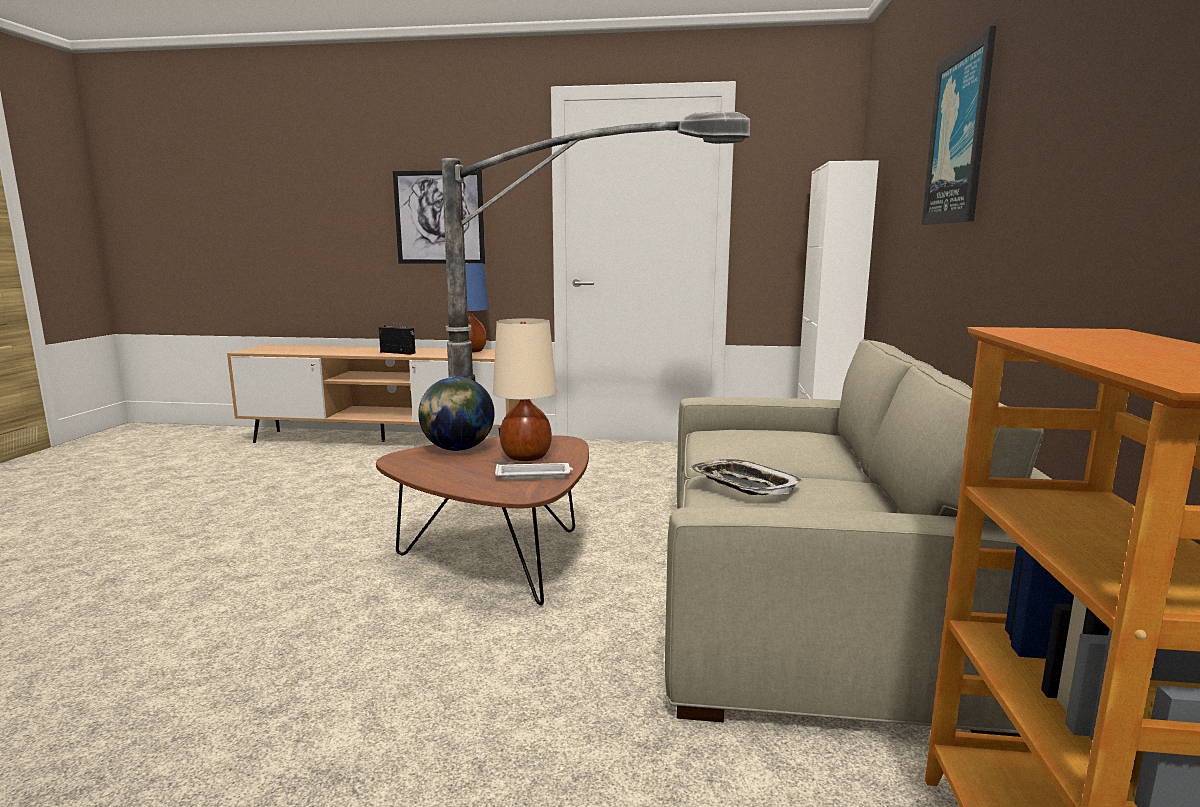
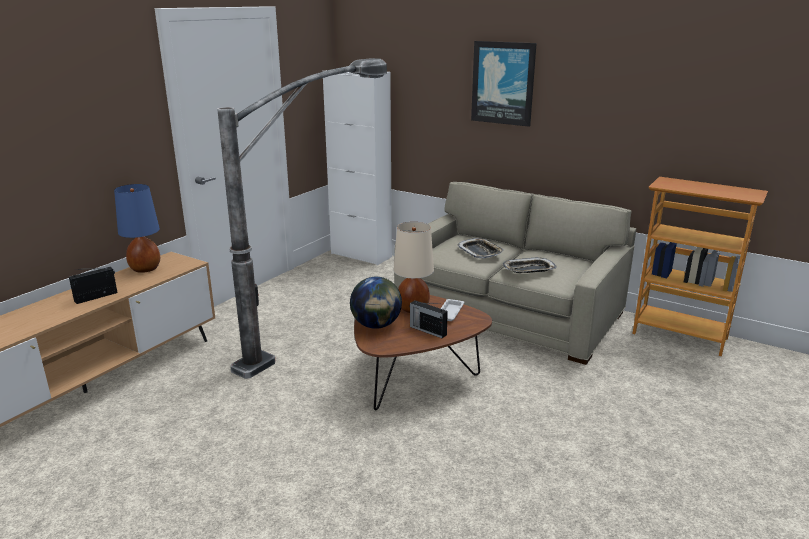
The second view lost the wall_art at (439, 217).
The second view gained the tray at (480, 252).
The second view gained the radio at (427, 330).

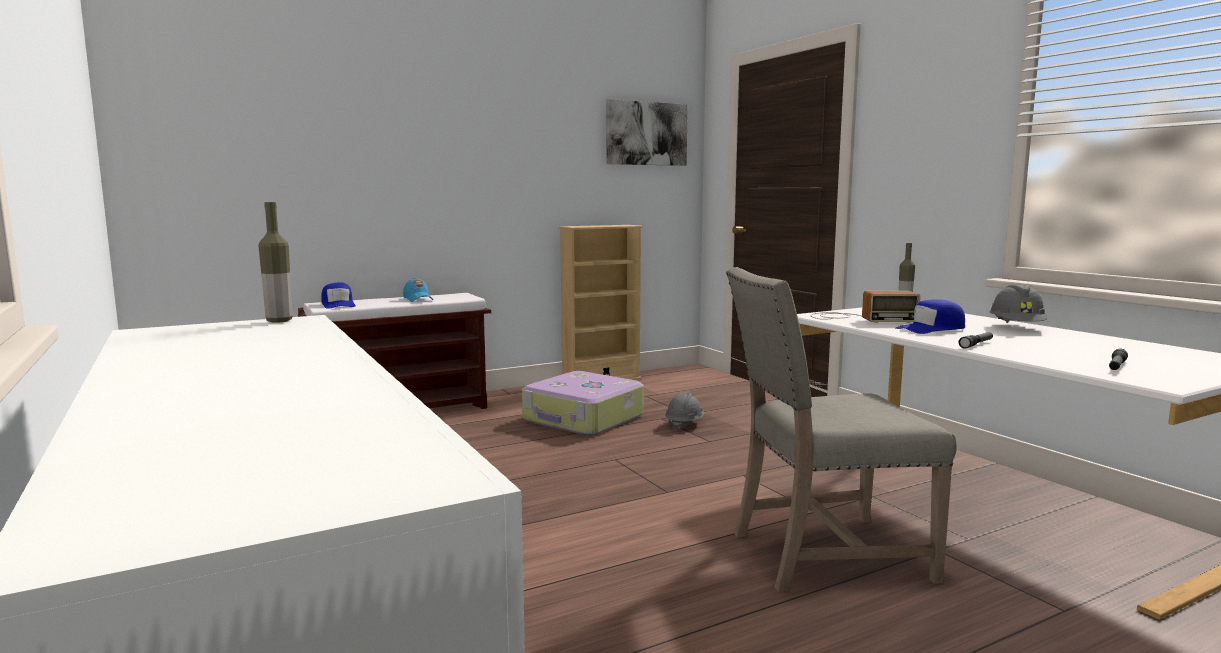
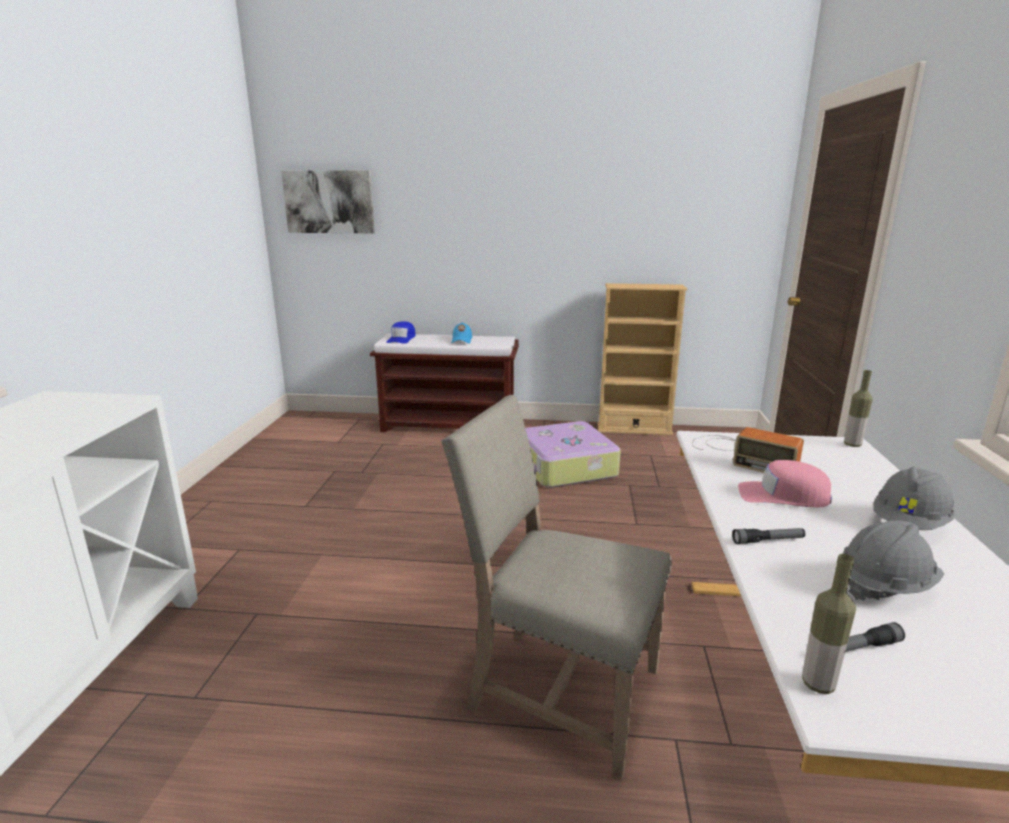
The wall_art ended up elsewhere, having gone from (646, 133) to (329, 202).
The beverage_bottle ended up elsewhere, having gone from (279, 321) to (818, 684).
What was the blue_cap at (931, 329) turned into the pink-coloured_cap at (782, 496).
The gray_work_helmet ended up elsewhere, having gone from (684, 424) to (884, 585).

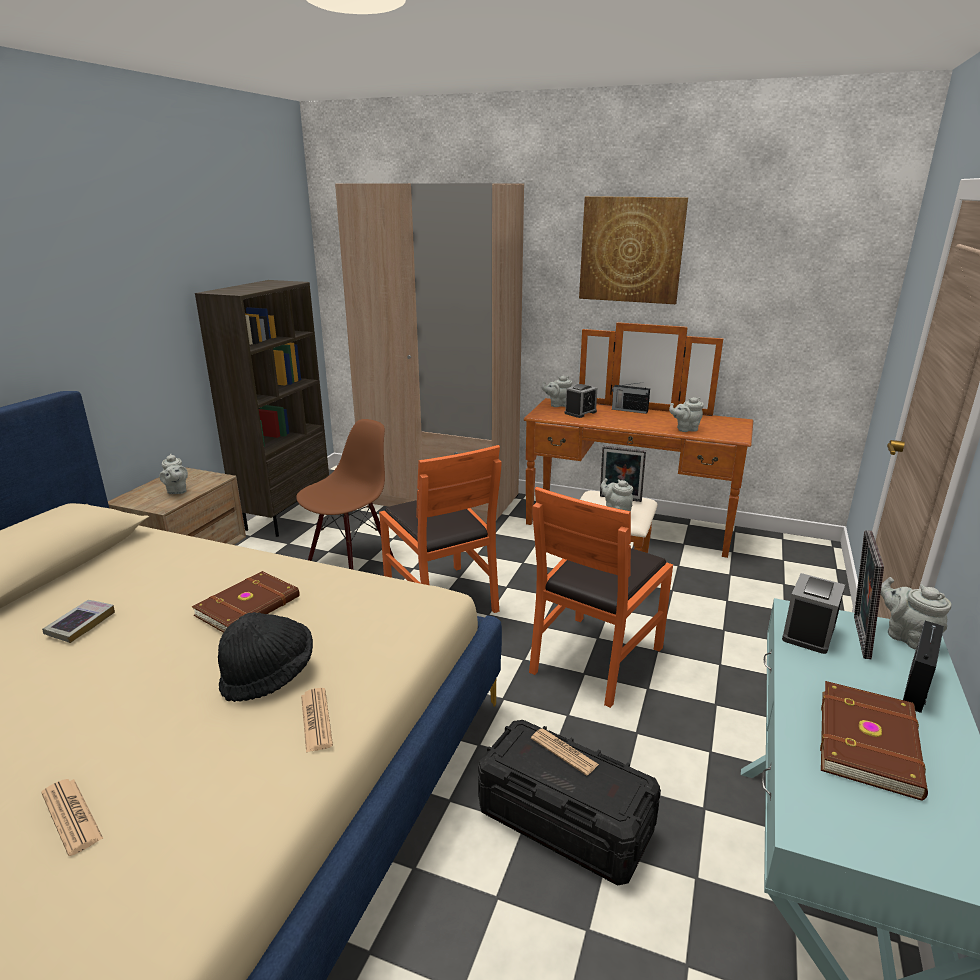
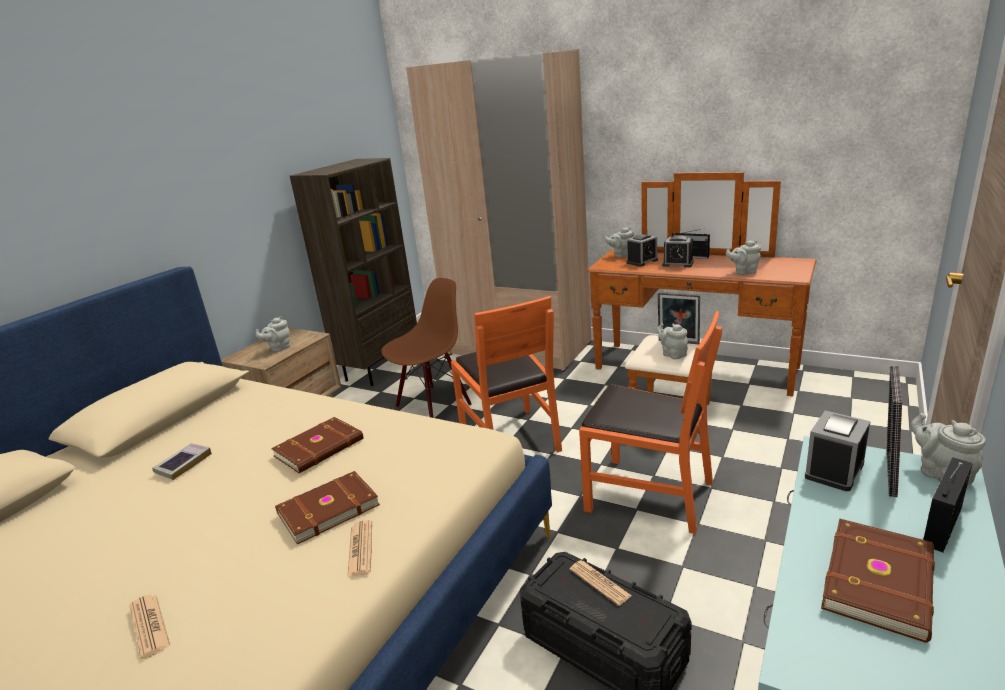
The second view lost the wall_art at (631, 250).
The gray_teapot at (176, 491) ended up facing another way, 60 degrees clockwise from before.
The orangey_upright_chair at (595, 658) ended up facing another way, 105 degrees counterclockwise from before.
Where the black-coloured_wearable_hat stood at (269, 676), the brown_bound_book came to stand at (327, 509).
The second view gained the bedside_clock at (678, 263).

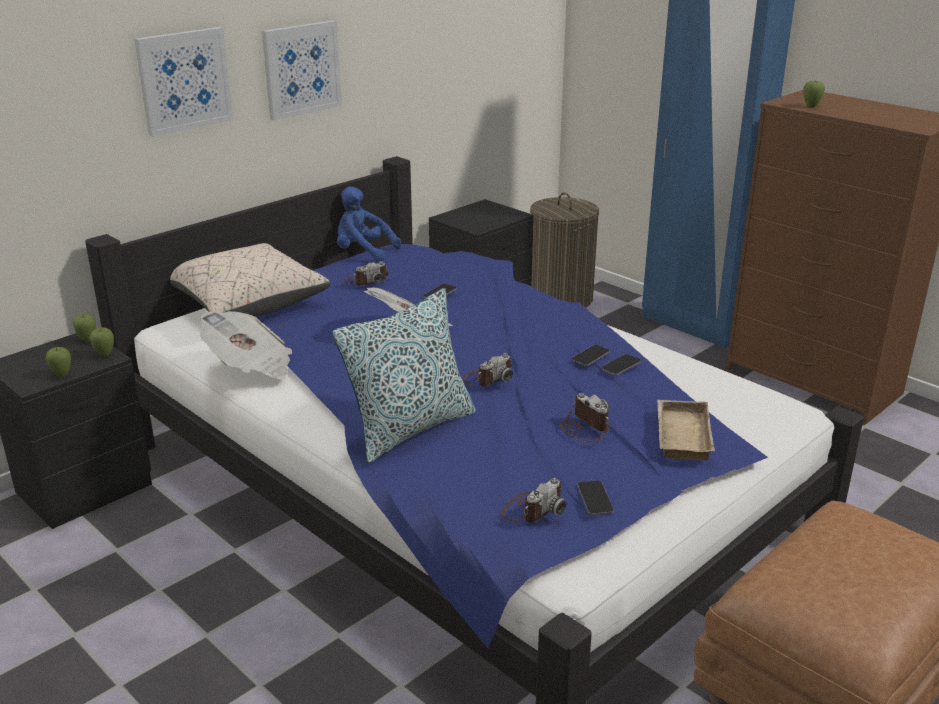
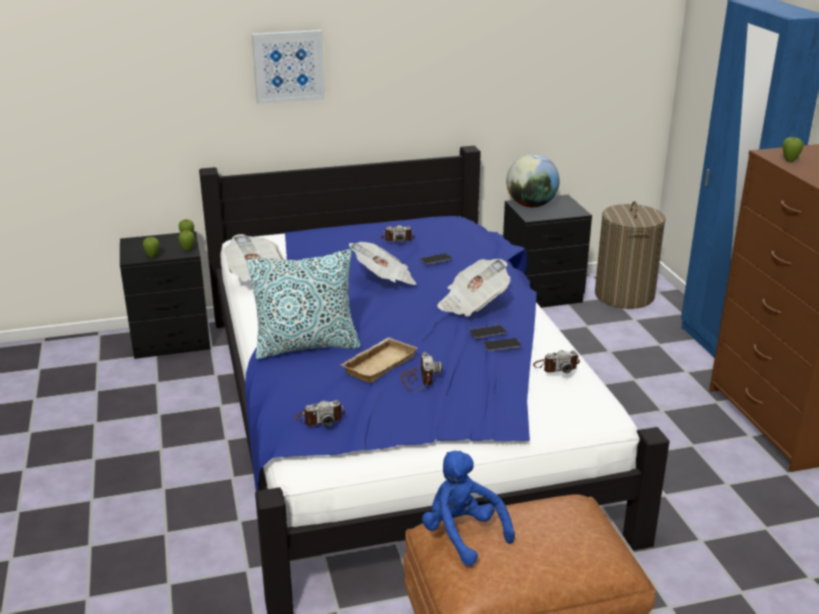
The second view lost the wall_art at (301, 69).
The blue_plush_toy ended up elsewhere, having gone from (363, 252) to (462, 534).
The second view lost the beige_pillow at (246, 302).
The photo_camera ended up elsewhere, having gone from (487, 378) to (556, 367).
The beige_tray ended up elsewhere, having gone from (680, 434) to (378, 363).
The second view lost the handset at (595, 499).
The second view gained the globe at (531, 205).
The second view gained the newspaper at (472, 304).

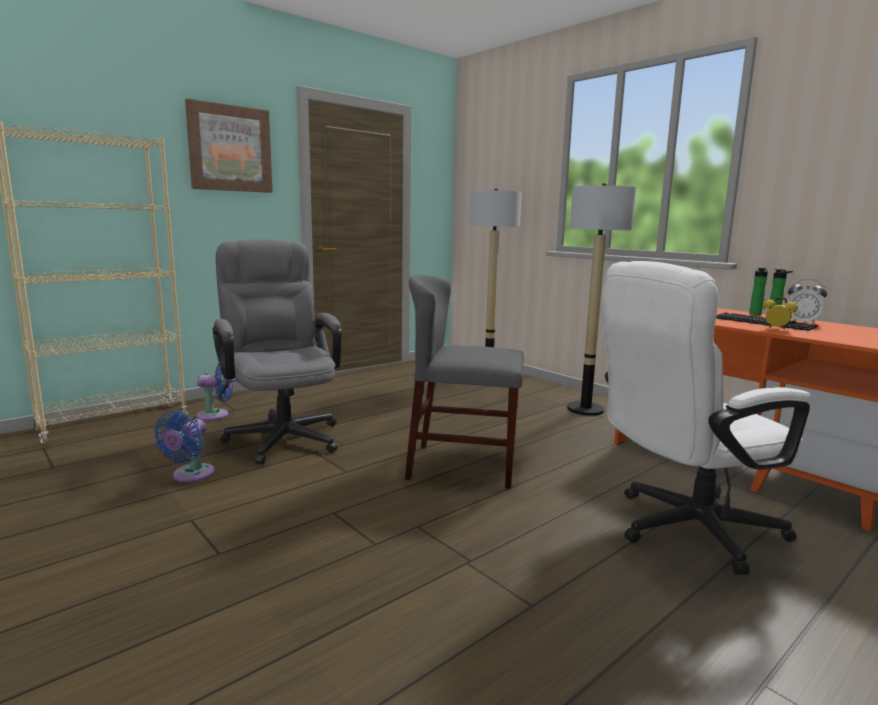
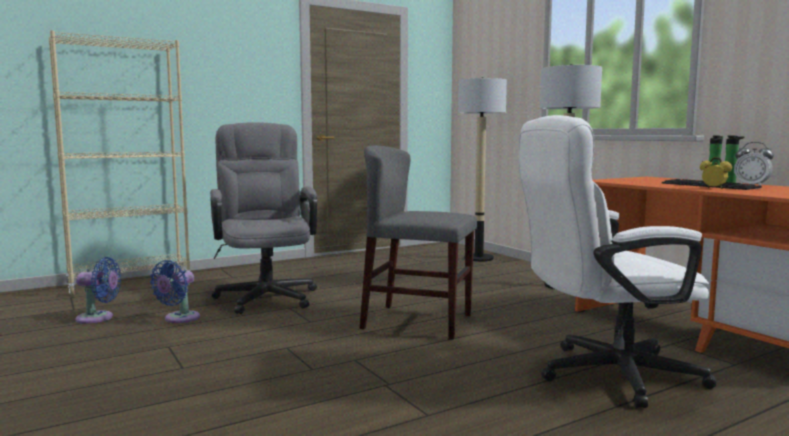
The second view lost the wall_art at (230, 148).
The blue_fan ended up elsewhere, having gone from (216, 415) to (98, 318).

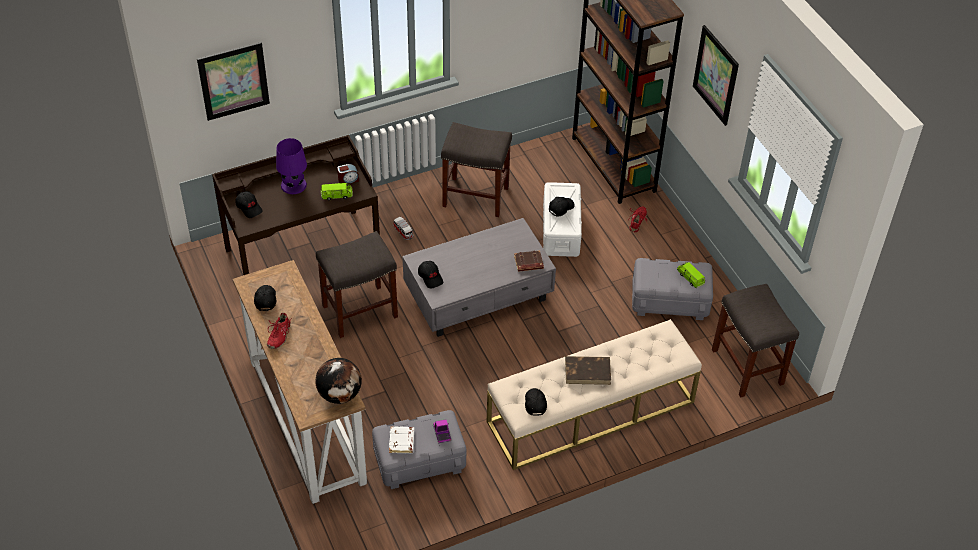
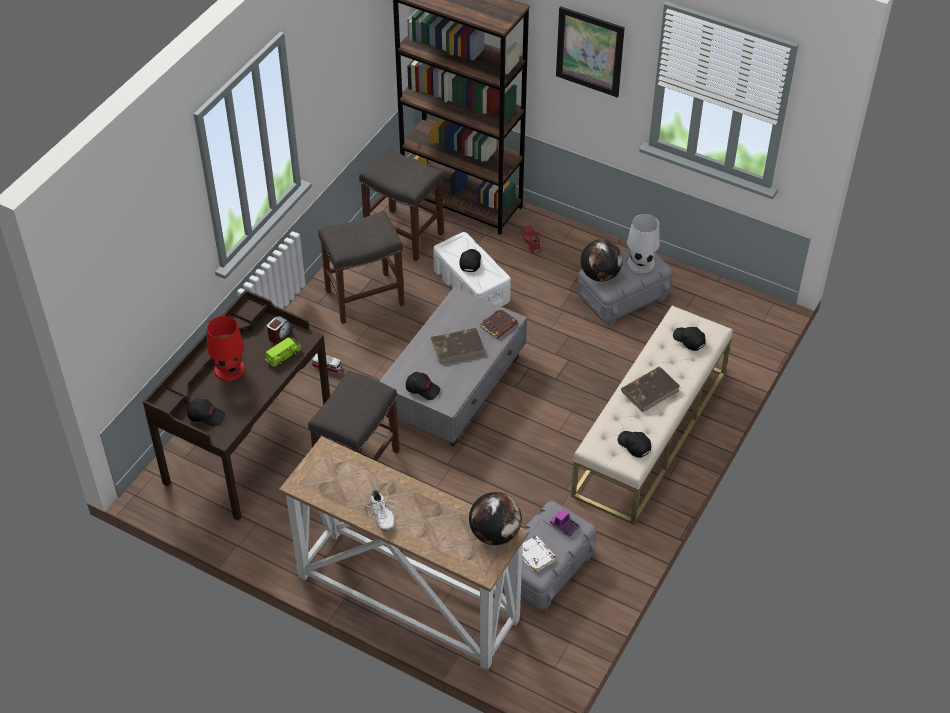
The second view lost the wall_art at (233, 81).
What was the purple-coloured_tabletop_lamp at (294, 184) turned into the reddish_tabletop_lamp at (229, 369).
Where the greenish_miniature_car stood at (690, 278), the white_tabletop_lamp came to stand at (641, 263).
The gray_sitting_stool ended up elsewhere, having gone from (746, 366) to (403, 235).
The black-coloured_cap ended up elsewhere, having gone from (265, 299) to (688, 340).
What was the reddish_low_shoe at (278, 335) turned into the white_low_shoe at (381, 515).
The second view gained the globe at (600, 275).
The second view gained the brown_bound_book at (458, 347).

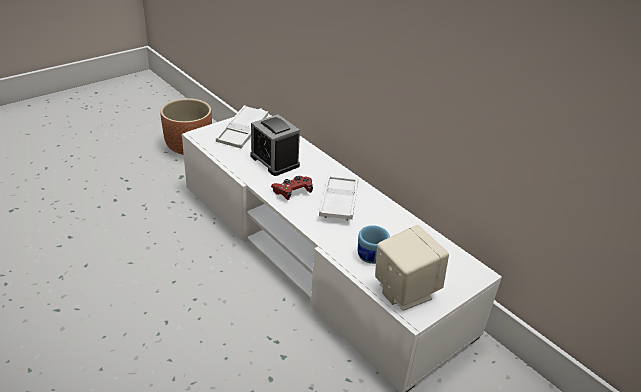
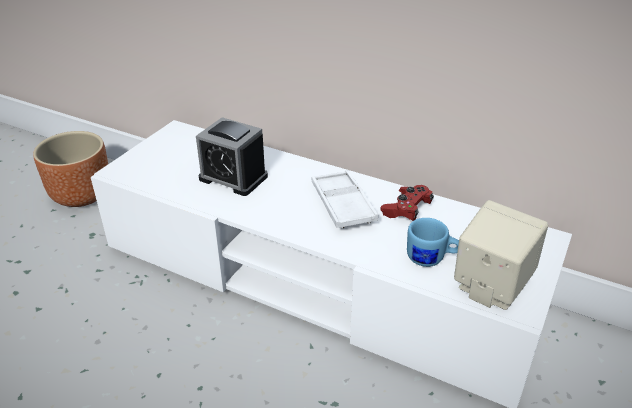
The second view lost the white_tray at (242, 131).
The reddish_gamepad ended up elsewhere, having gone from (292, 192) to (406, 210).

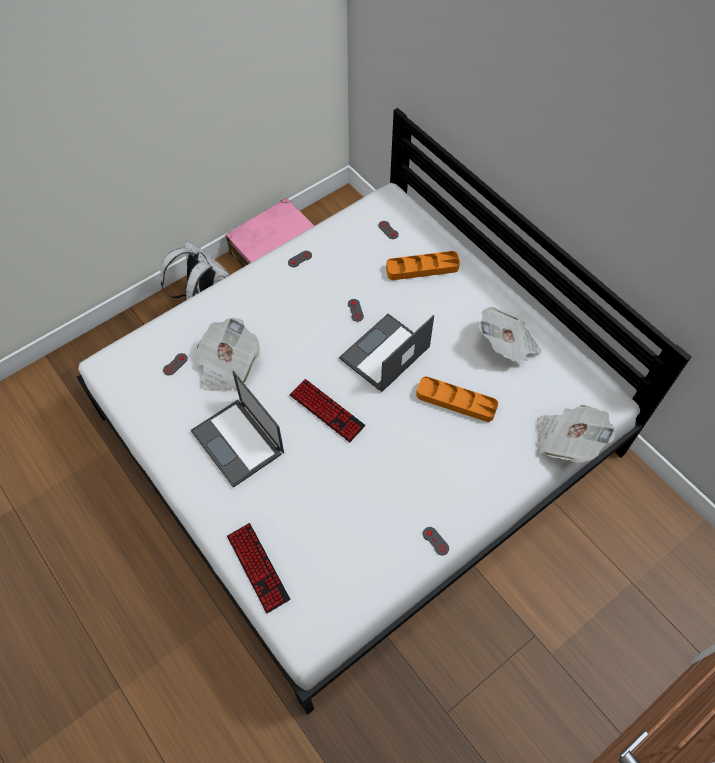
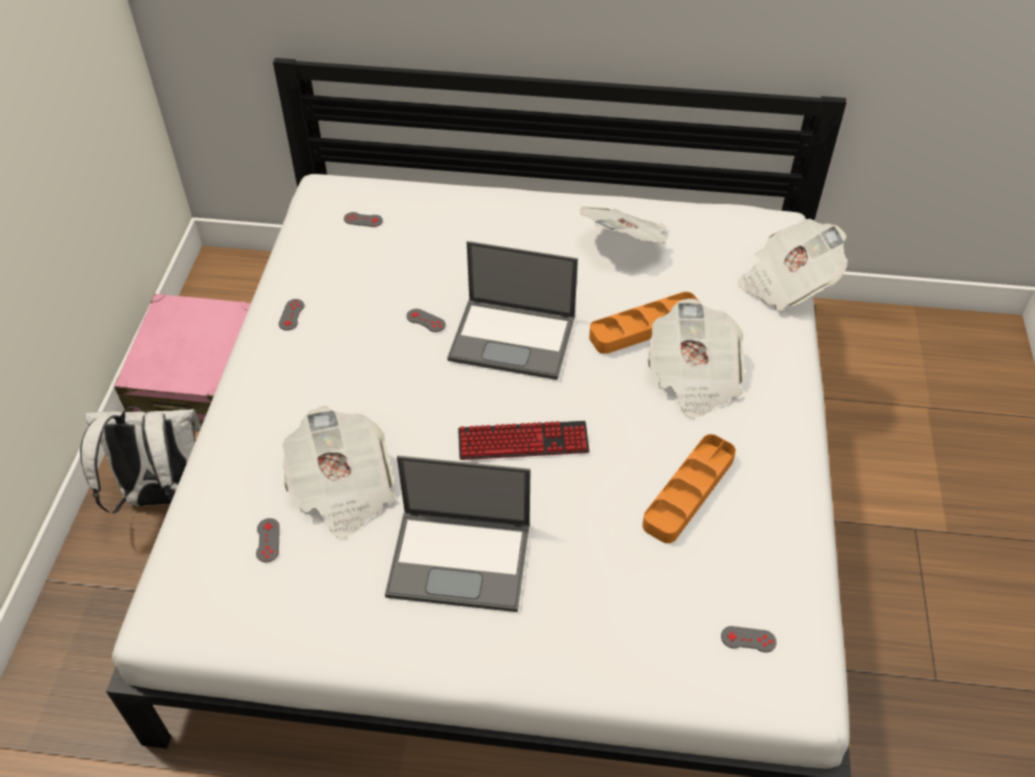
The orangey_tray ended up elsewhere, having gone from (422, 268) to (688, 492).
The notebook_computer at (384, 354) ended up facing another way, 75 degrees counterclockwise from before.
The second view lost the PC_keyboard at (258, 567).
The gray_gamepad ended up elsewhere, having gone from (435, 541) to (748, 639).
The second view gained the newspaper at (693, 378).

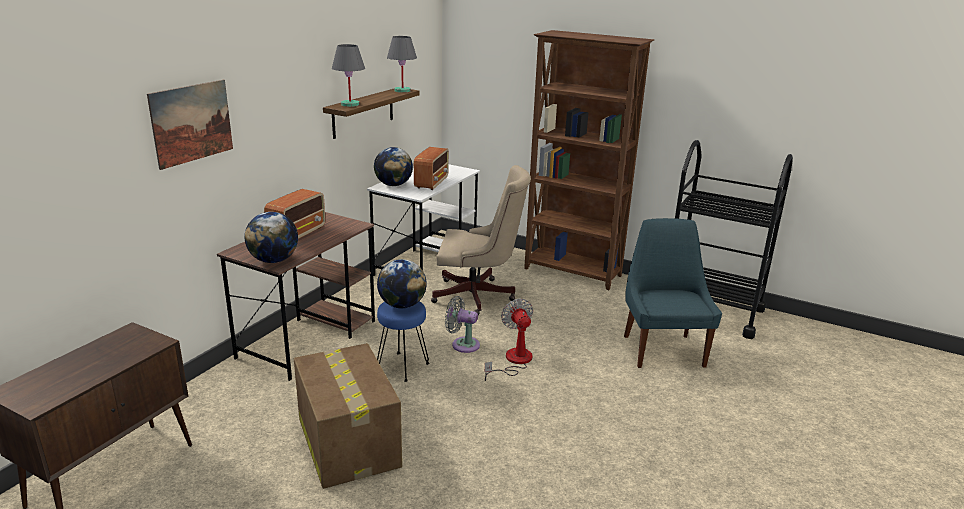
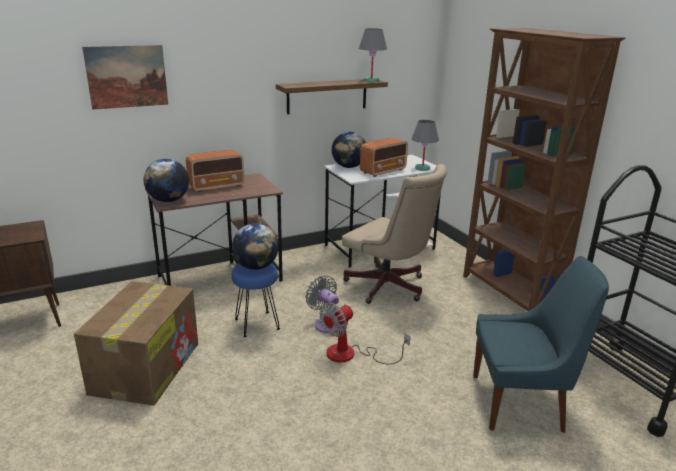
The gray_tabletop_lamp ended up elsewhere, having gone from (350, 104) to (422, 168).
The blue_upright_chair at (662, 349) ended up facing another way, 60 degrees clockwise from before.
The fan at (513, 361) ended up facing another way, 150 degrees counterclockwise from before.

